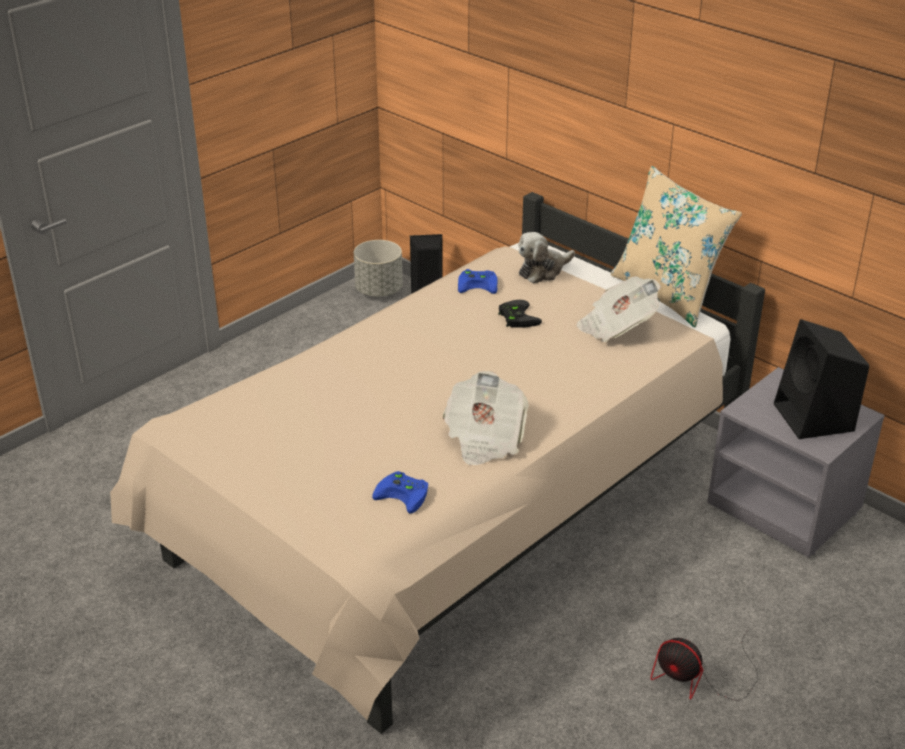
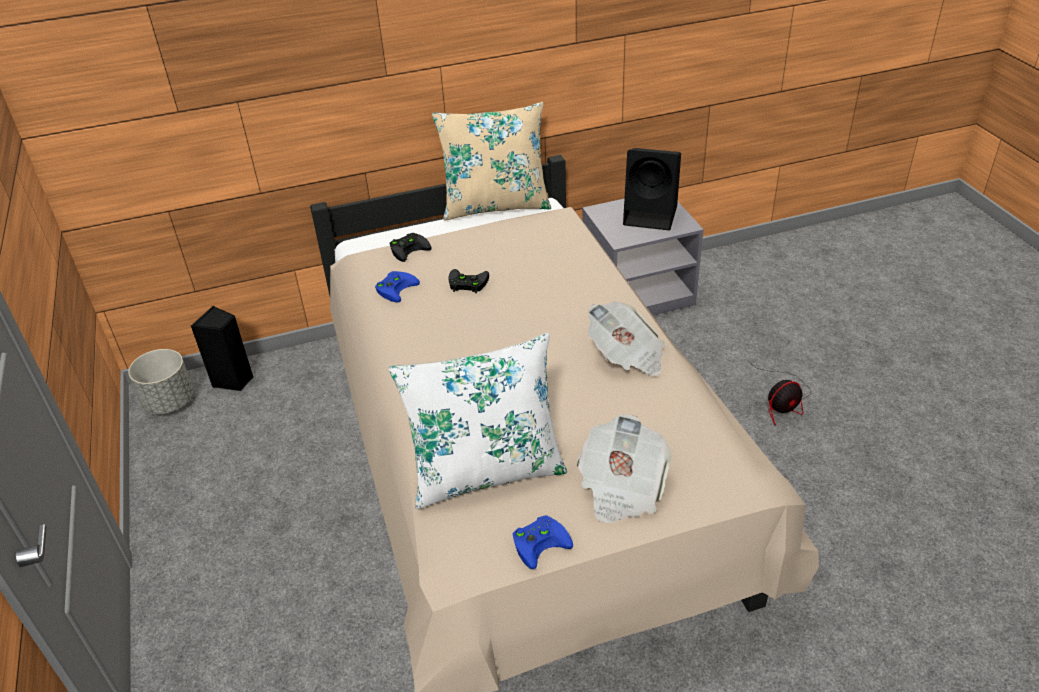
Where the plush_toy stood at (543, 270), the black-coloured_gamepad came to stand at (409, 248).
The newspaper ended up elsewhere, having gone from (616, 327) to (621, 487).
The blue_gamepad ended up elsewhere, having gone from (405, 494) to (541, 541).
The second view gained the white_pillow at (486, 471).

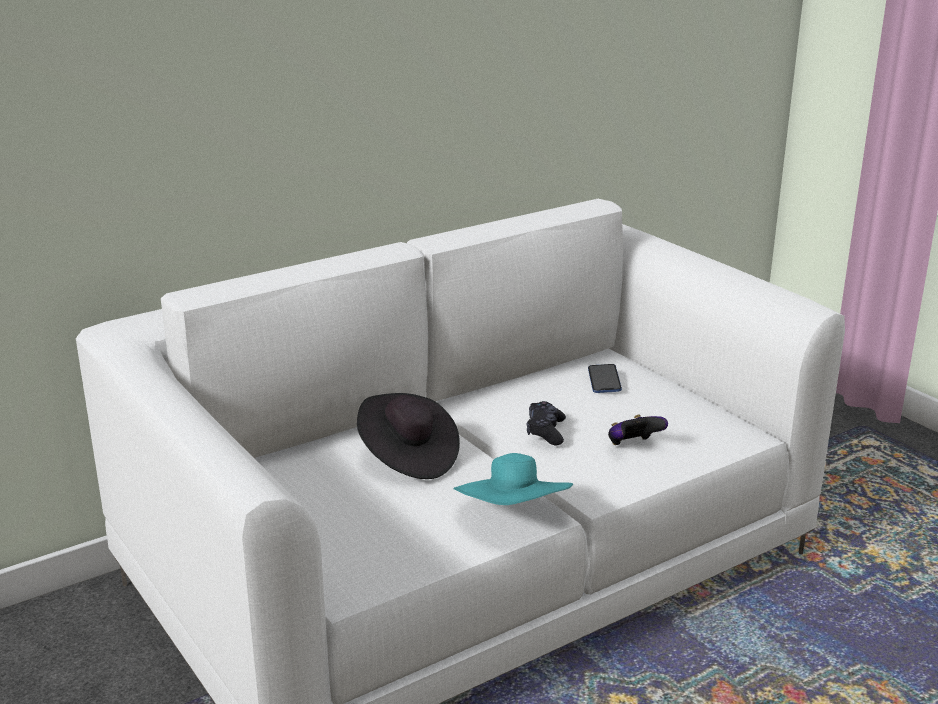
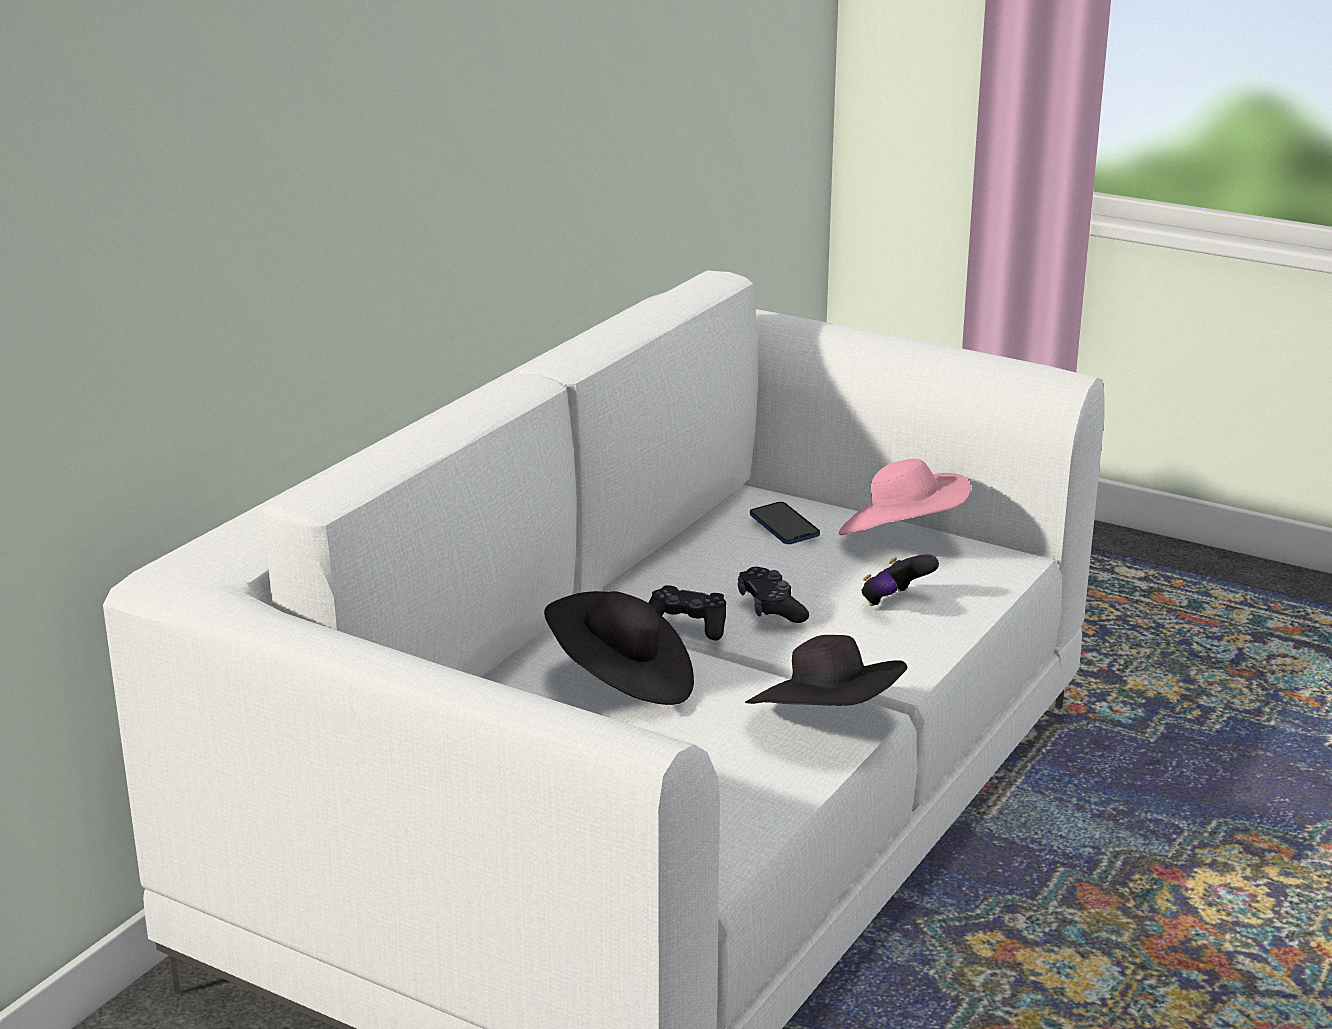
What was the turquoise-coloured_wearable_hat at (514, 516) turned into the black-coloured_wearable_hat at (827, 723).
The second view gained the pink-coloured_wearable_hat at (902, 537).
The second view gained the black-coloured_gamepad at (686, 625).

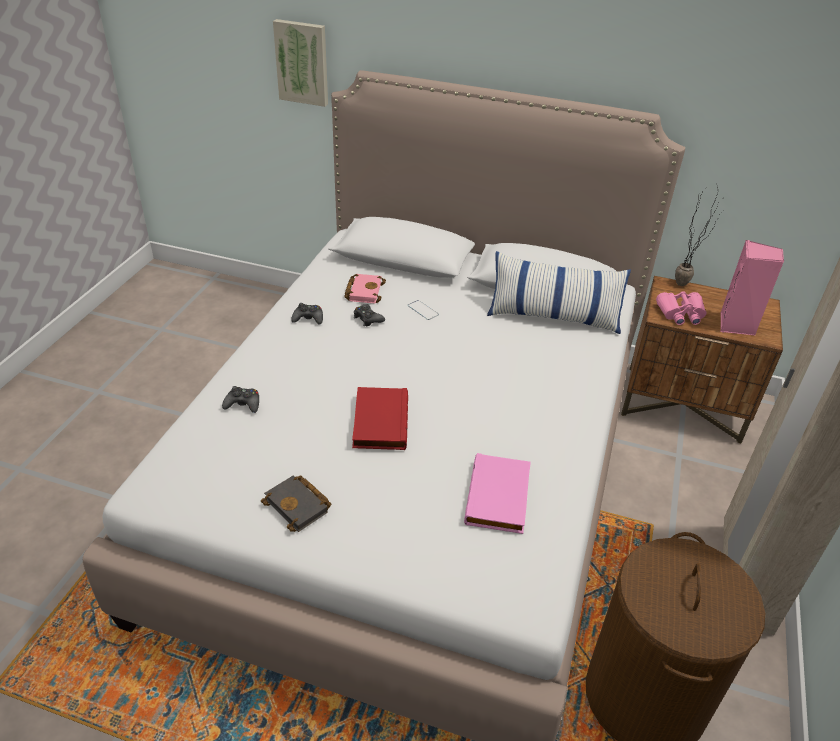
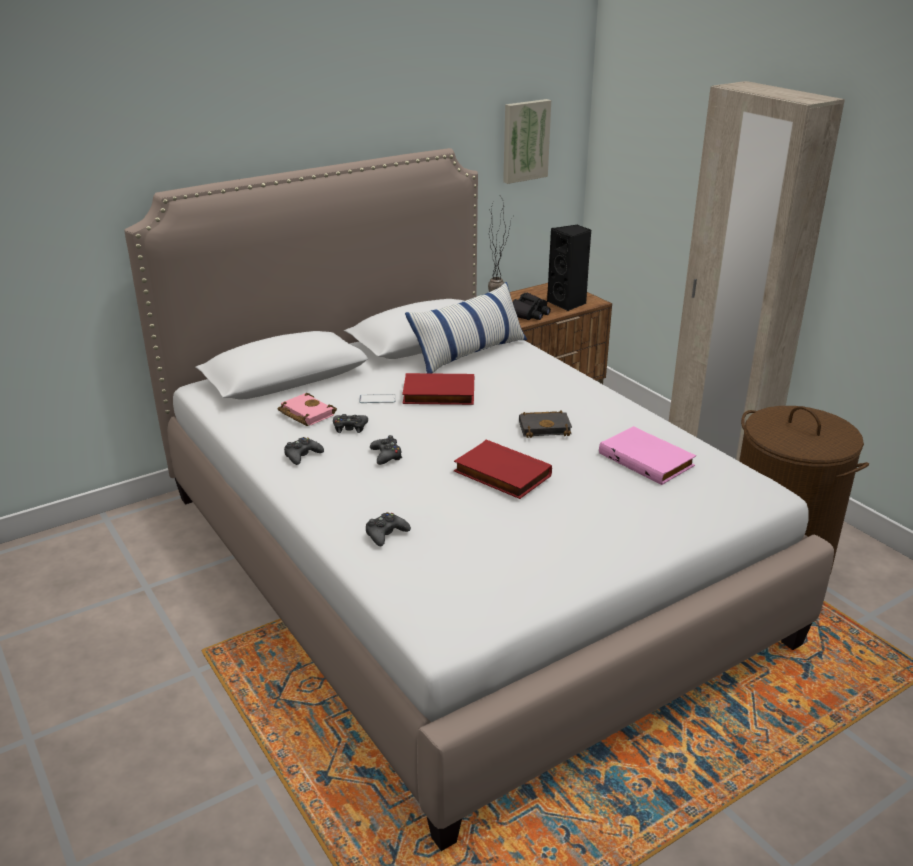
The wall_art ended up elsewhere, having gone from (302, 62) to (524, 140).
What was the pink-coloured_audio_speaker at (736, 325) turned into the black-coloured_audio_speaker at (568, 303).
What was the pink-coloured_pair_of_binoculars at (680, 314) turned into the black-coloured_pair_of_binoculars at (528, 313).
The black-coloured_bound_book ended up elsewhere, having gone from (299, 506) to (545, 427).
The second view gained the reddish_bound_book at (438, 394).
The second view gained the black-coloured_gamepad at (386, 455).

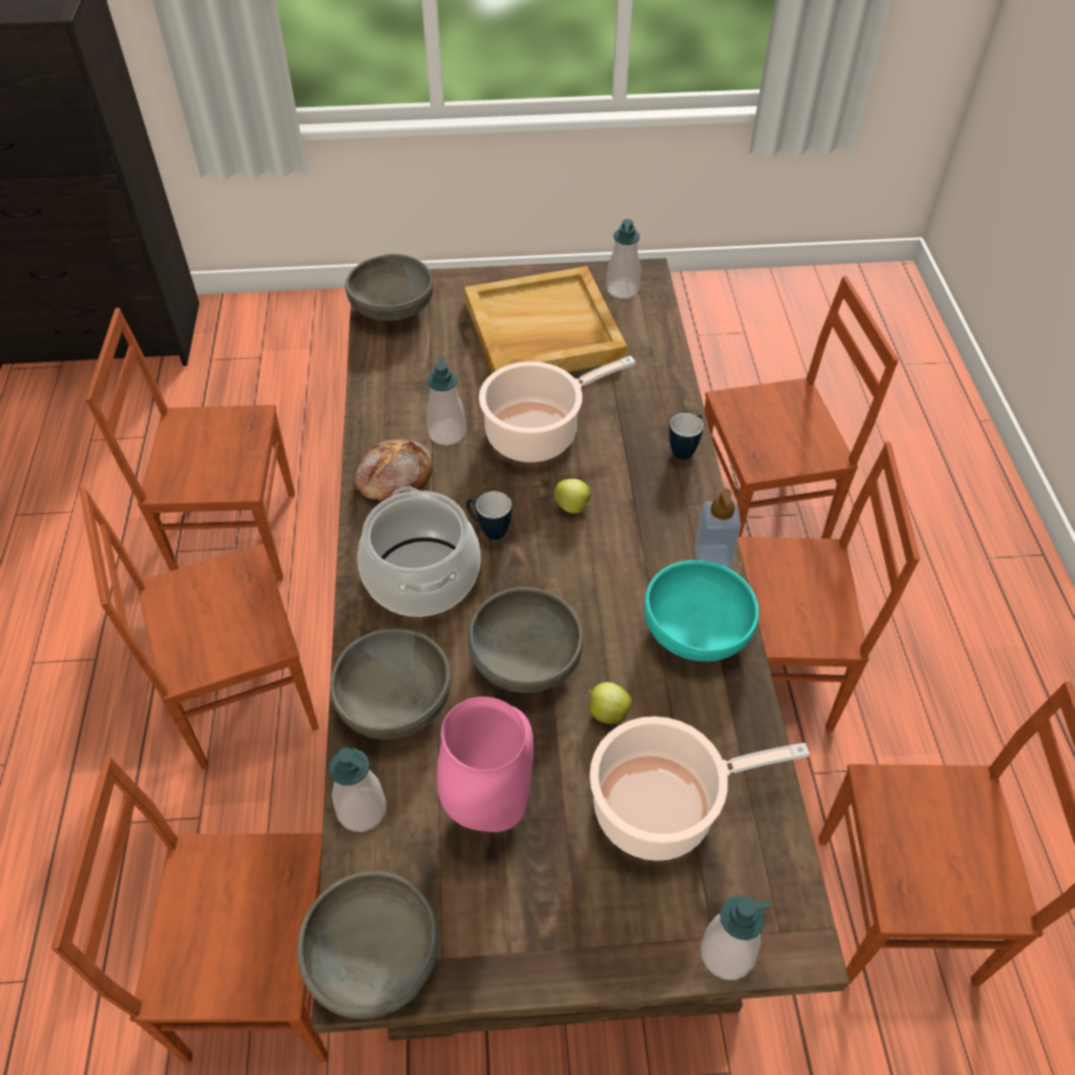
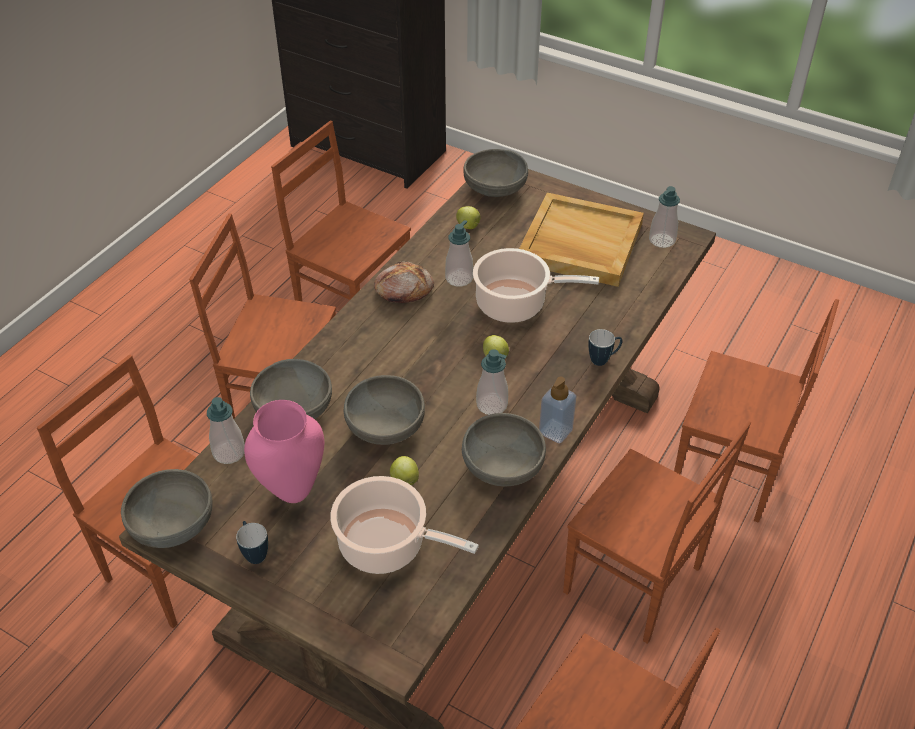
The second view lost the cooking_pot at (421, 576).
The tea_mug ended up elsewhere, having gone from (489, 530) to (254, 552).
What was the turquoise-coloured_deep_dish at (696, 630) turned into the gray_deep_dish at (502, 465).
The liquid_soap_bottle ended up elsewhere, having gone from (727, 953) to (492, 405).
The second view gained the apple_fruit at (468, 226).

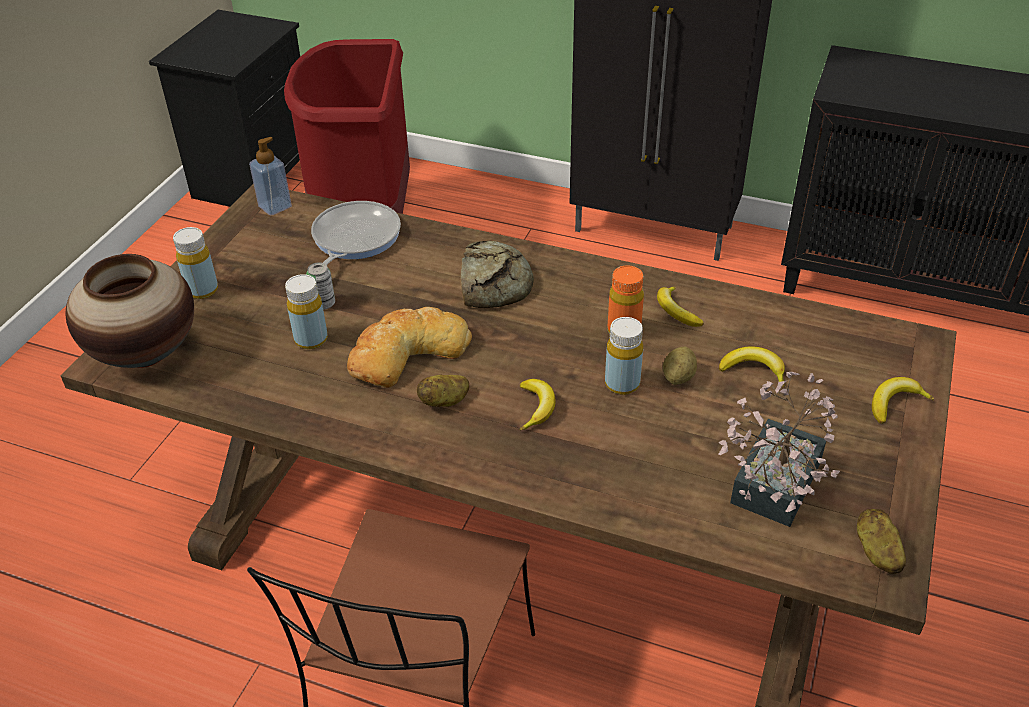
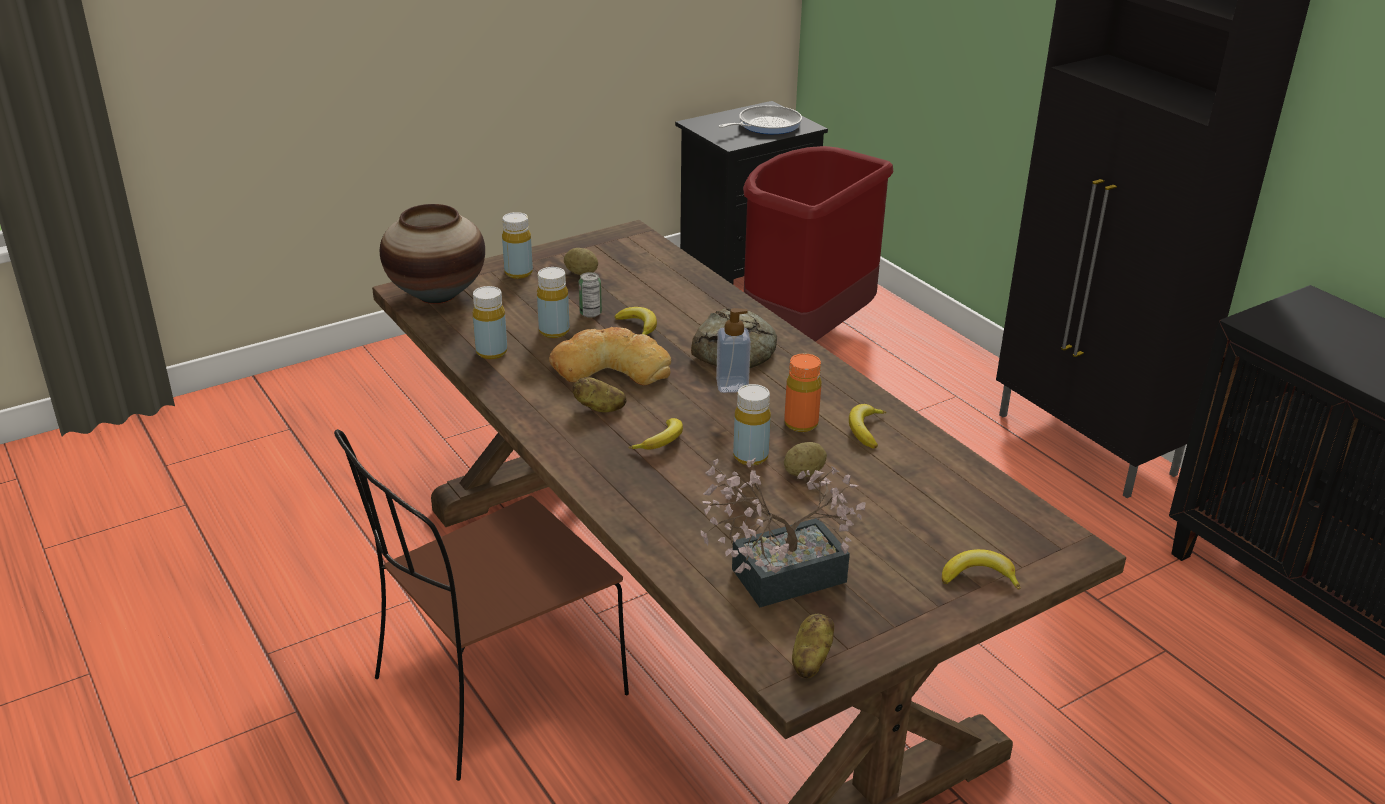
The liquid_soap_bottle ended up elsewhere, having gone from (275, 206) to (732, 385).
The pan ended up elsewhere, having gone from (353, 239) to (766, 125).
The banana ended up elsewhere, having gone from (753, 370) to (638, 327).
The second view gained the whole_potato at (581, 273).
The second view gained the yellowish_beverage_bottle at (491, 352).

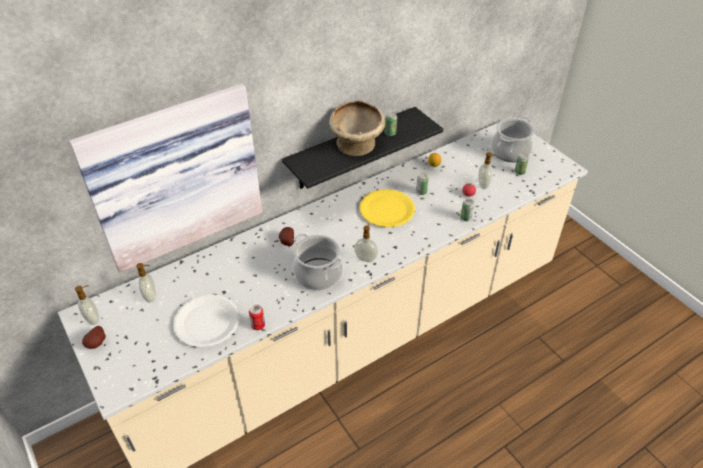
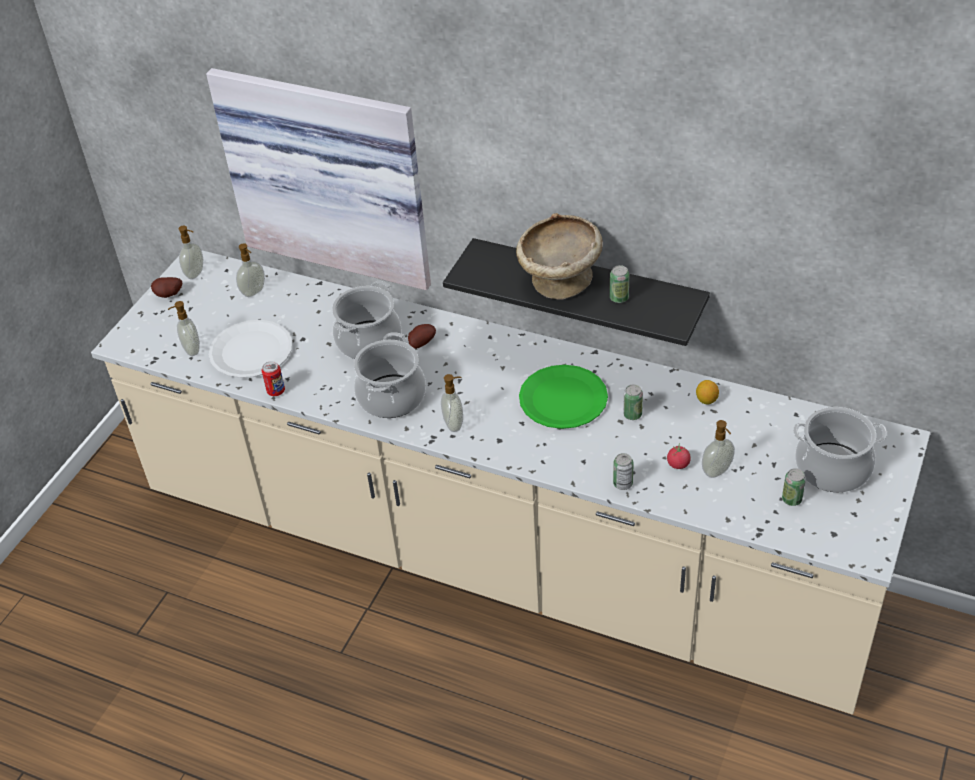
What was the yellowish_flat_dish at (387, 209) turned into the greenish_flat_dish at (563, 399).
The second view gained the cooking_pot at (369, 341).
The second view gained the liquid_soap_bottle at (191, 350).

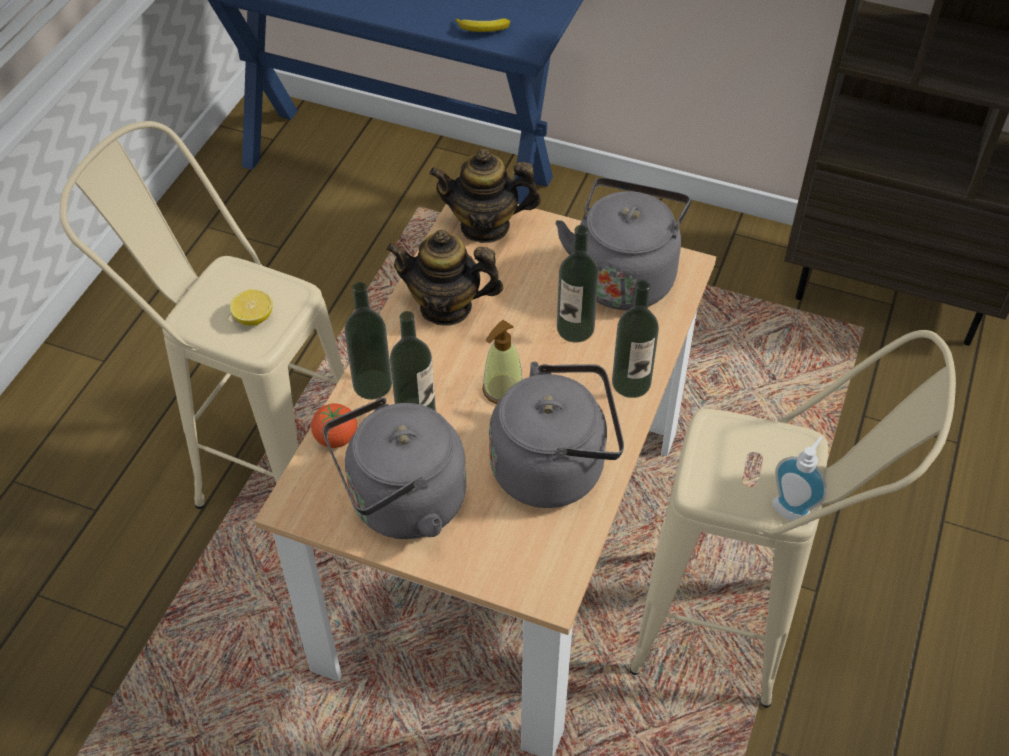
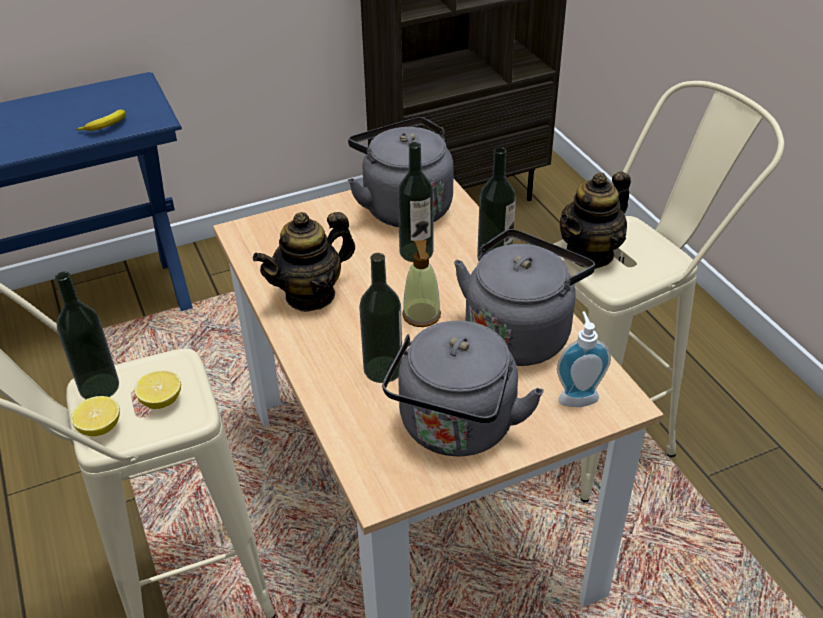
The teapot ended up elsewhere, having gone from (485, 226) to (590, 253).
The beverage_bottle ended up elsewhere, having gone from (372, 384) to (99, 387).
The second view lost the whole_tomato at (336, 438).
The liquid_soap_bottle ended up elsewhere, having gone from (793, 508) to (577, 396).
The second view gained the whole_lemon at (100, 428).

